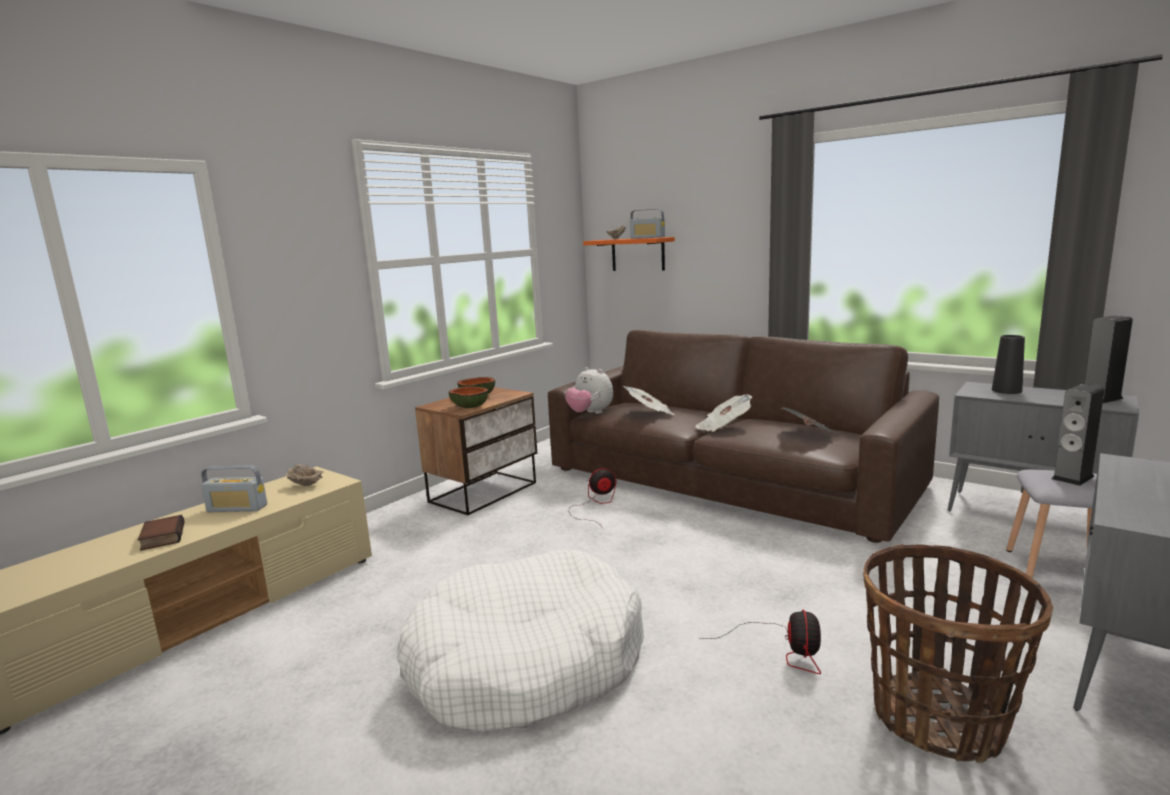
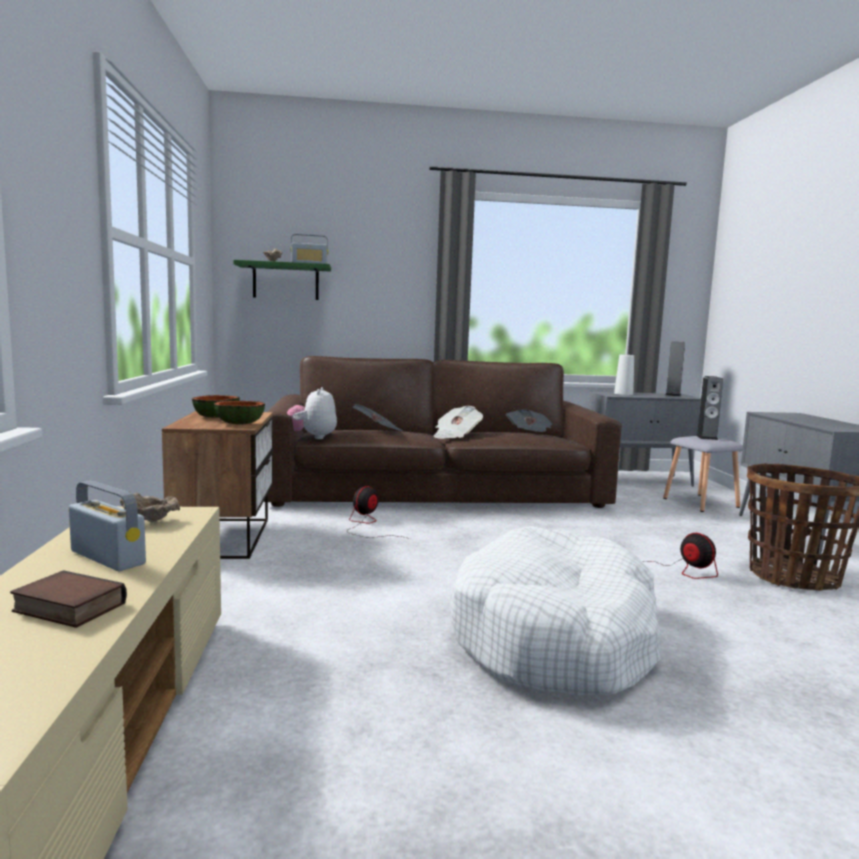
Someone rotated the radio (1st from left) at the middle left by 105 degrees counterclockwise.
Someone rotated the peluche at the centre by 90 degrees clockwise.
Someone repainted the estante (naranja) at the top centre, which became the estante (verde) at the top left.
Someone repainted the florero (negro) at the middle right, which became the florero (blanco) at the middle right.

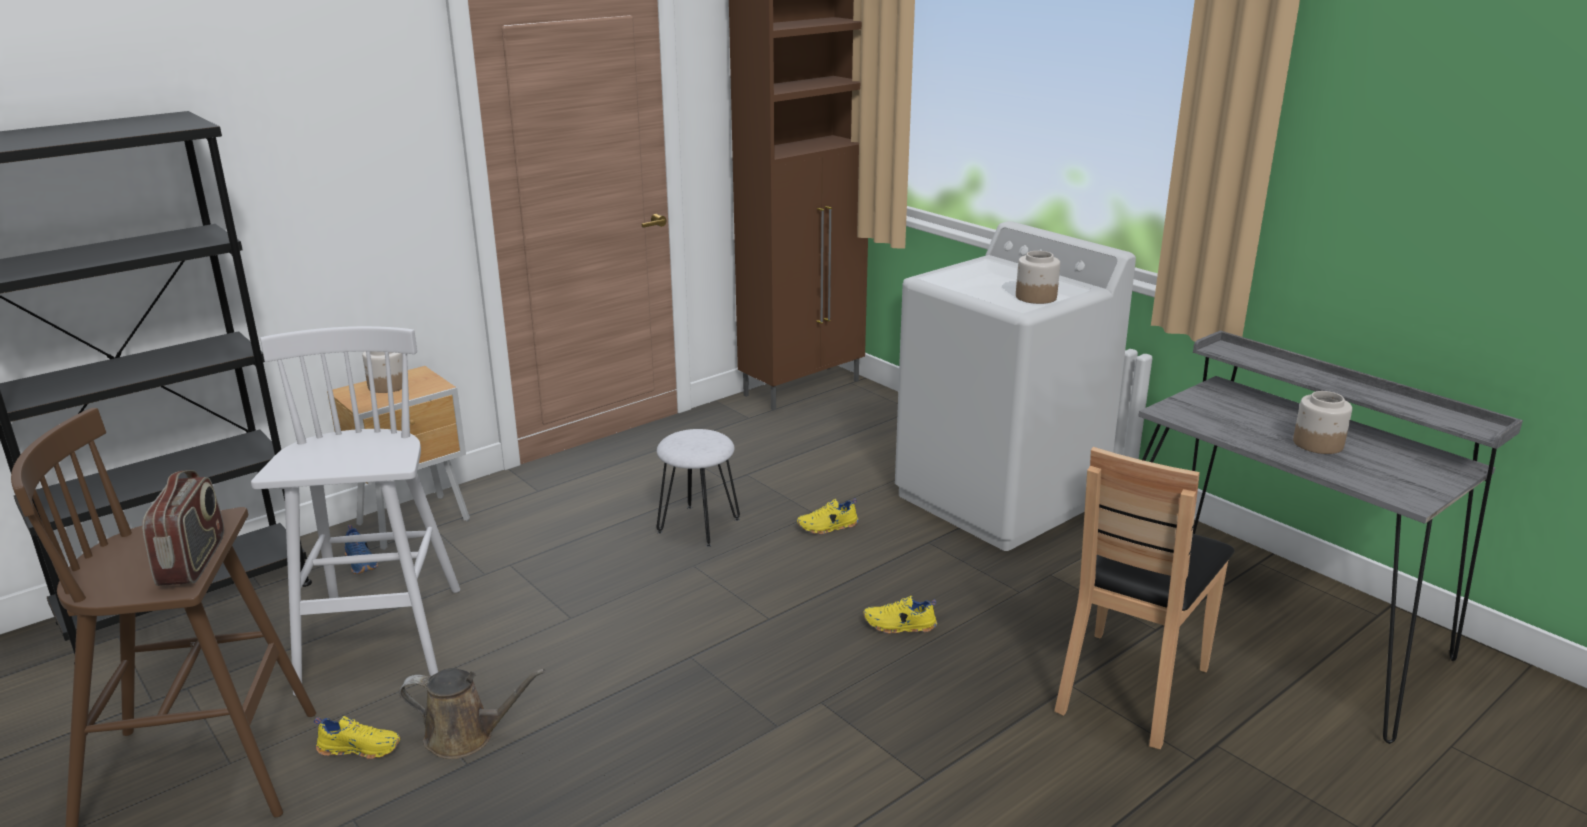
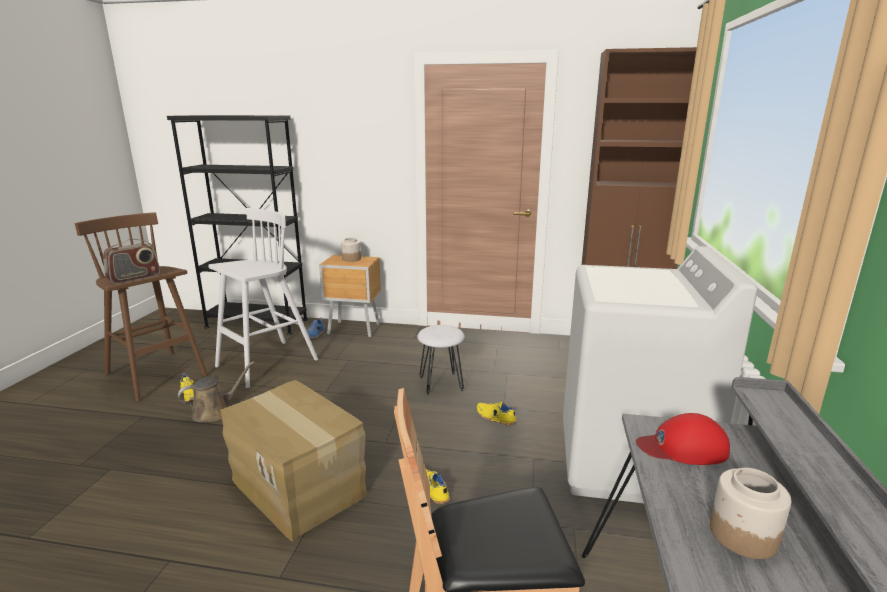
Someone rotated the regadera (marrón) at the bottom left by 90 degrees counterclockwise.
Someone took away the tarro (2nd from left) at the centre.
Someone put down the caja de cartón at the bottom left.
Someone put down the gorra (rojo) at the bottom right.

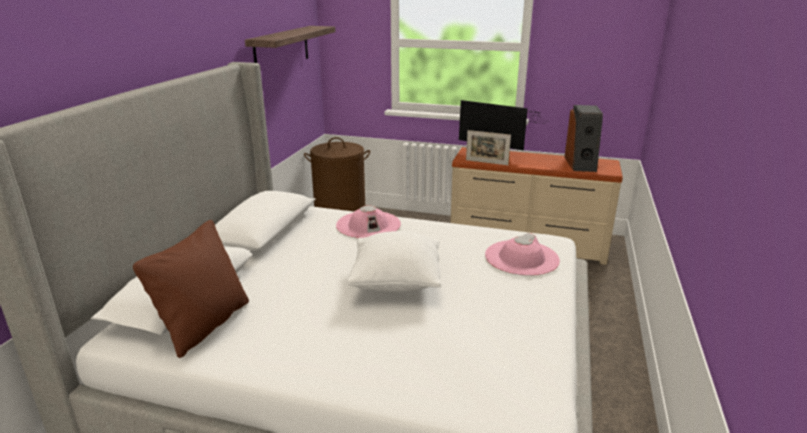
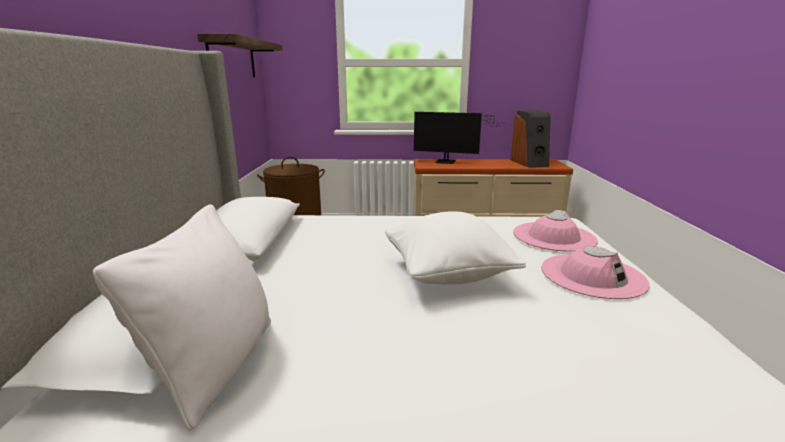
Someone repainted the cojín (marrón) at the bottom left, which became the cojín (blanco) (1st from left) at the bottom left.
Someone carried the sombrero (rosa) (1st from left in the first image) from the centre to the middle right.
Someone took away the portarretratos at the centre.

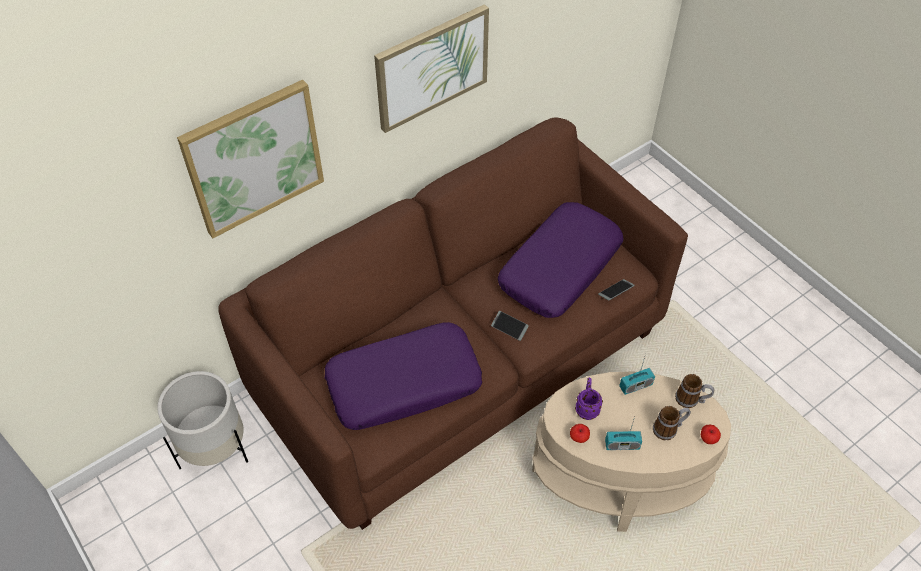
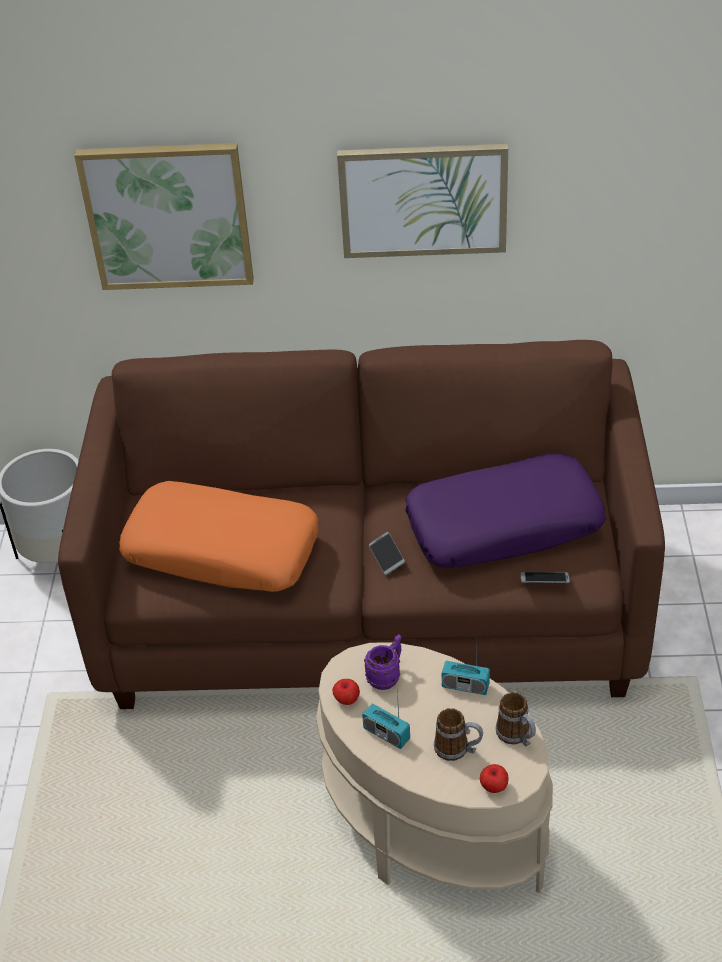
Someone repainted the cojín (morado) (1st from left) at the centre, which became the cojín (naranja) at the middle left.

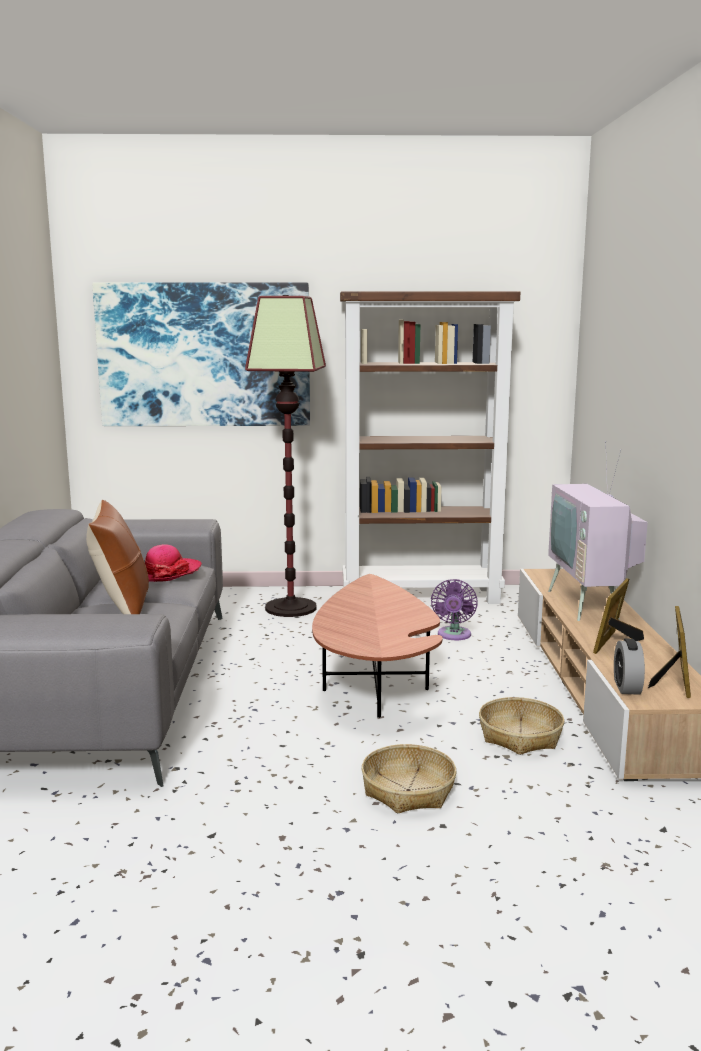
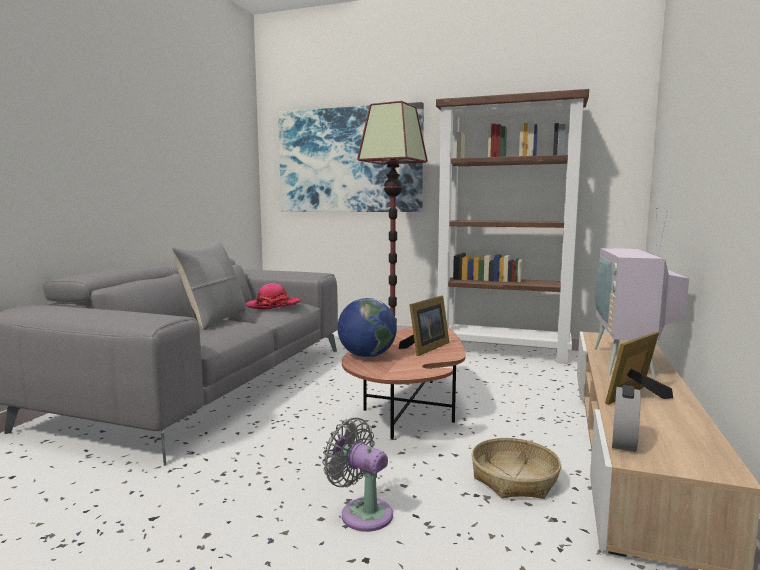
Someone repainted the cojín (marrón) at the middle left, which became the cojín (gris) at the middle left.
Someone swapped the cesta (1st from left) at the bottom centre for the ventilador (gris) at the bottom centre.
Someone took away the ventilador (morado) at the centre.
Someone carried the portarretratos (2nd from left in the first image) from the middle right to the centre.
Someone put down the globo terráqueo at the centre.

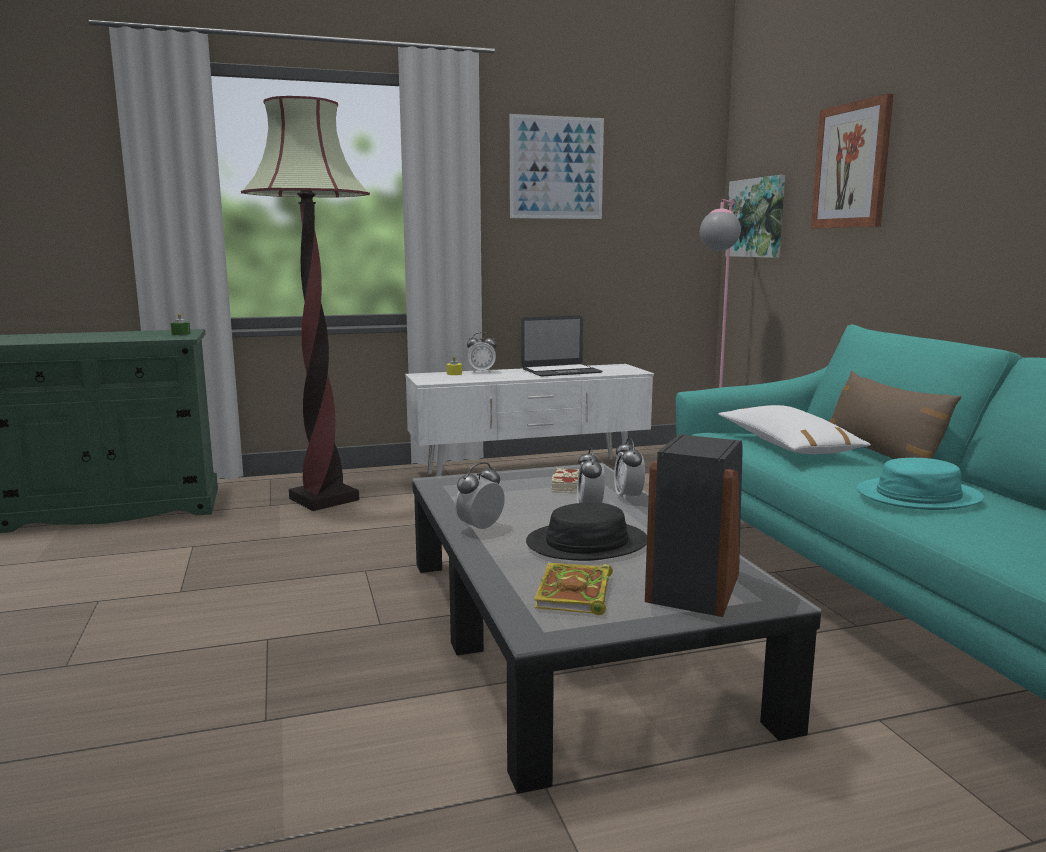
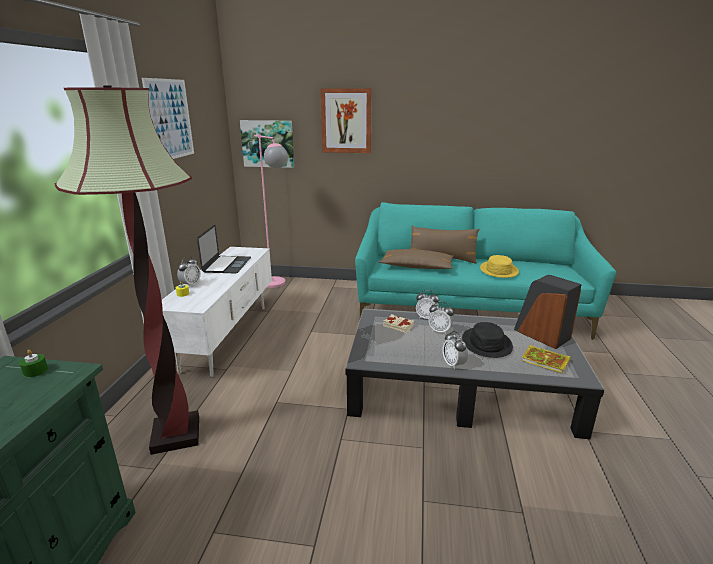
Someone repainted the cojín (blanco) at the middle right, which became the cojín (marrón) (1st from left) at the centre.
Someone repainted the sombrero (turquesa) at the middle right, which became the sombrero (amarillo) at the middle right.

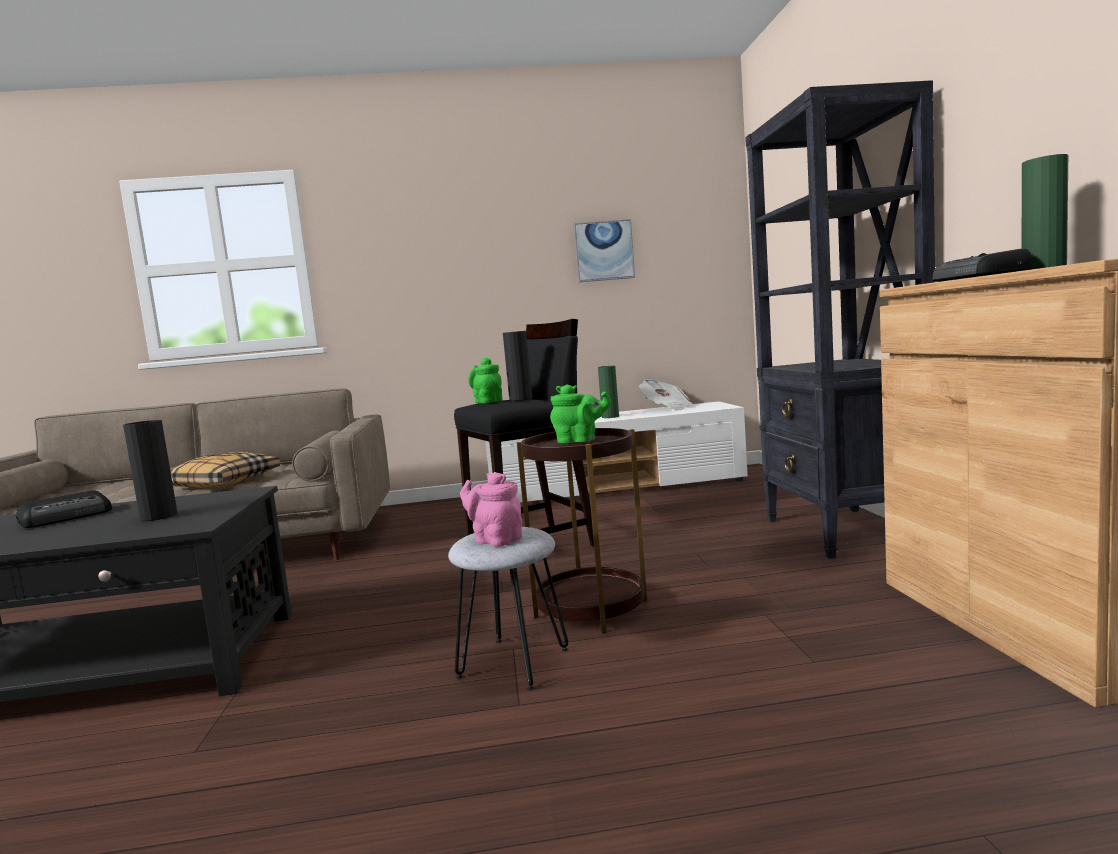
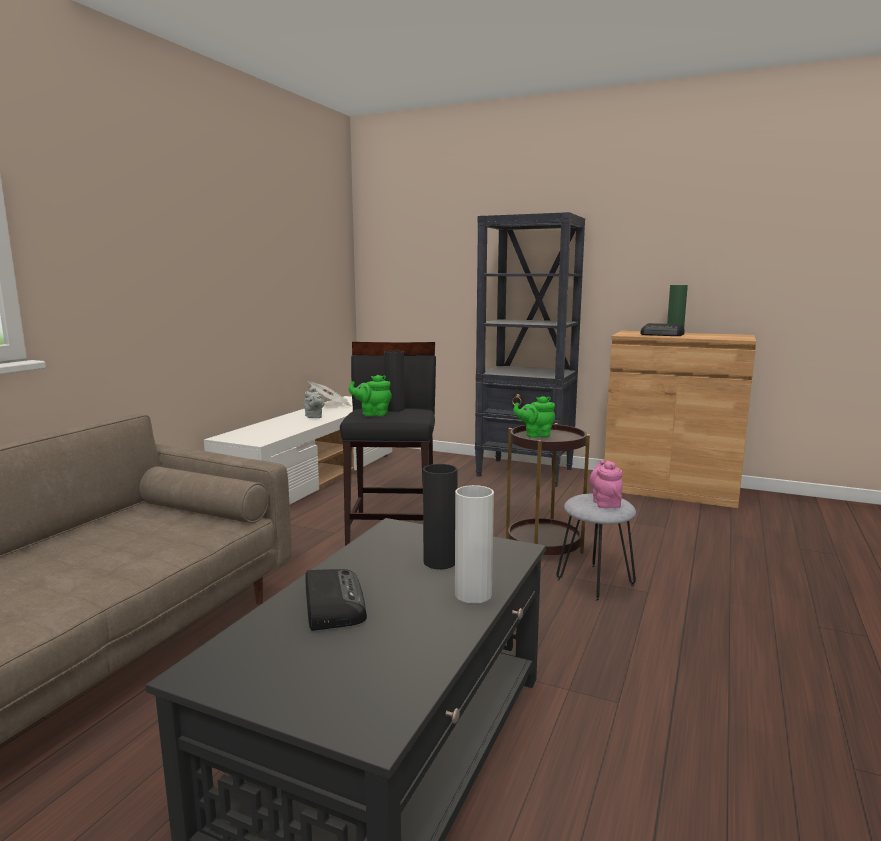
Someone took away the cojín at the middle left.
Someone rotated the tetera (rosa) at the centre by 105 degrees clockwise.
Someone rotated the tetera (verde) (2nd from left) at the centre by 135 degrees counterclockwise.
Someone took away the cuadro at the top centre.
Someone swapped the florero (verde) (1st from left) at the centre for the tetera (gris) at the centre.
Someone put down the florero (blanco) at the centre.

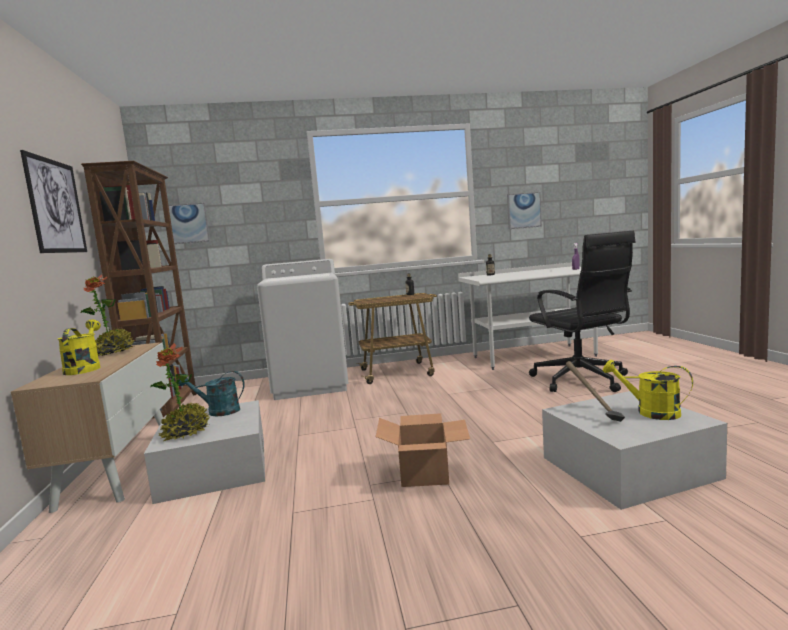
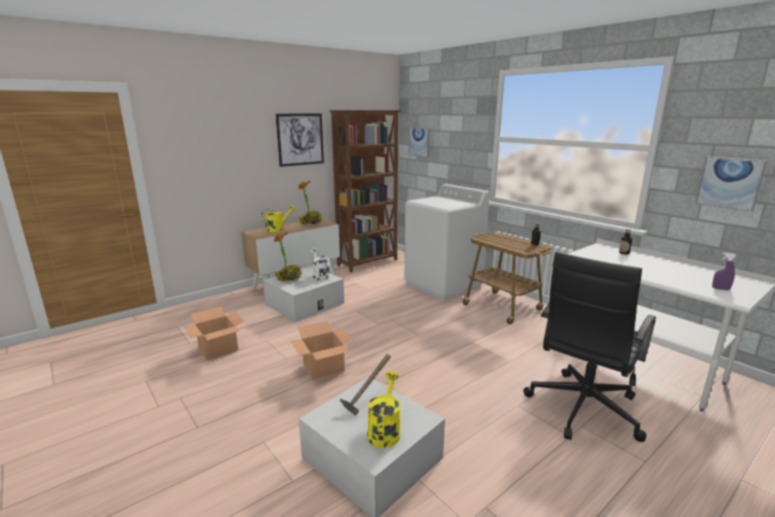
Someone repainted the regadera (turquesa) at the middle left, which became the regadera (blanco) at the centre.
Someone put down the caja de cartón (1st from left) at the middle left.

